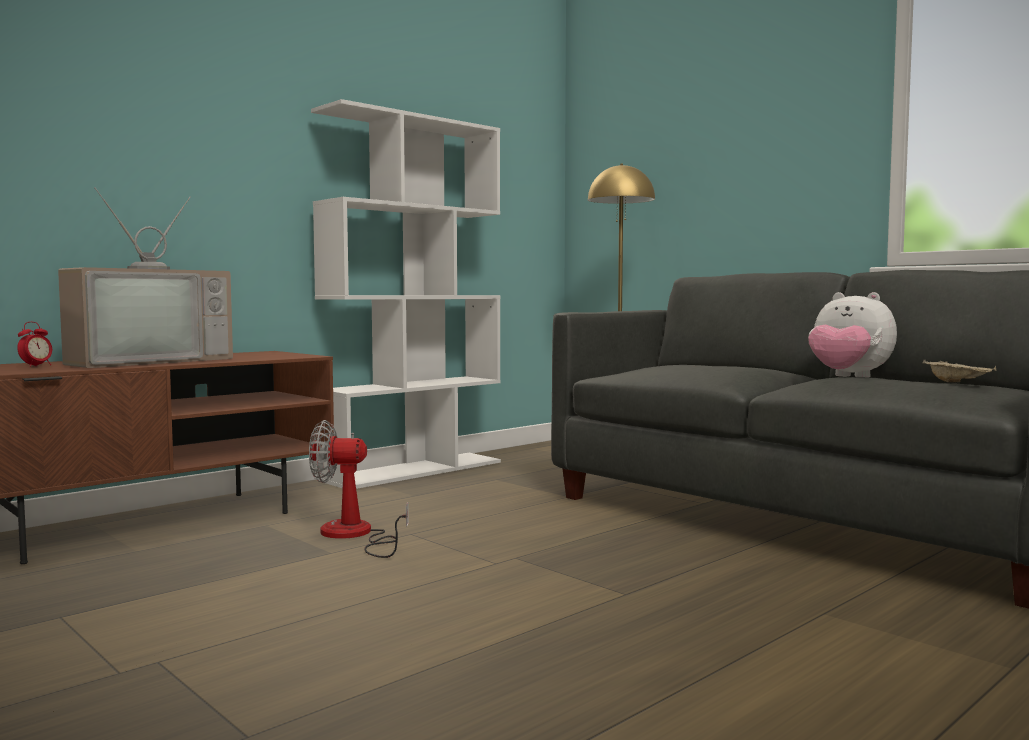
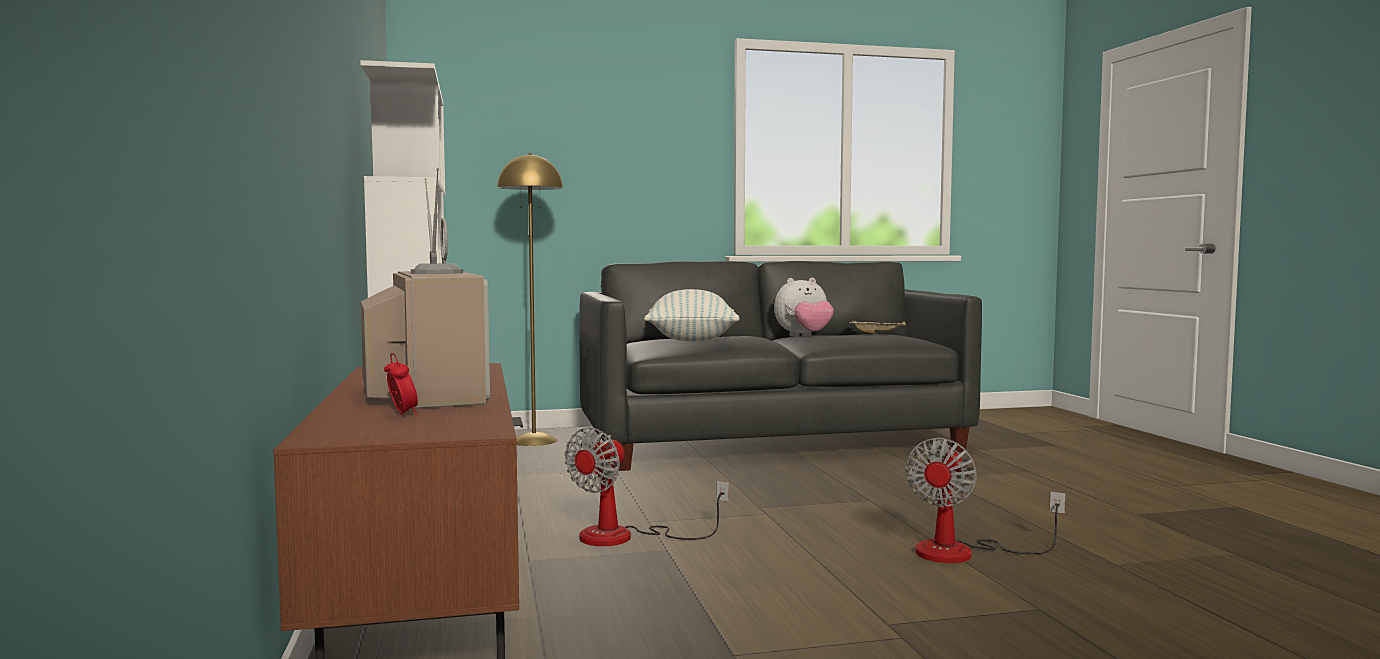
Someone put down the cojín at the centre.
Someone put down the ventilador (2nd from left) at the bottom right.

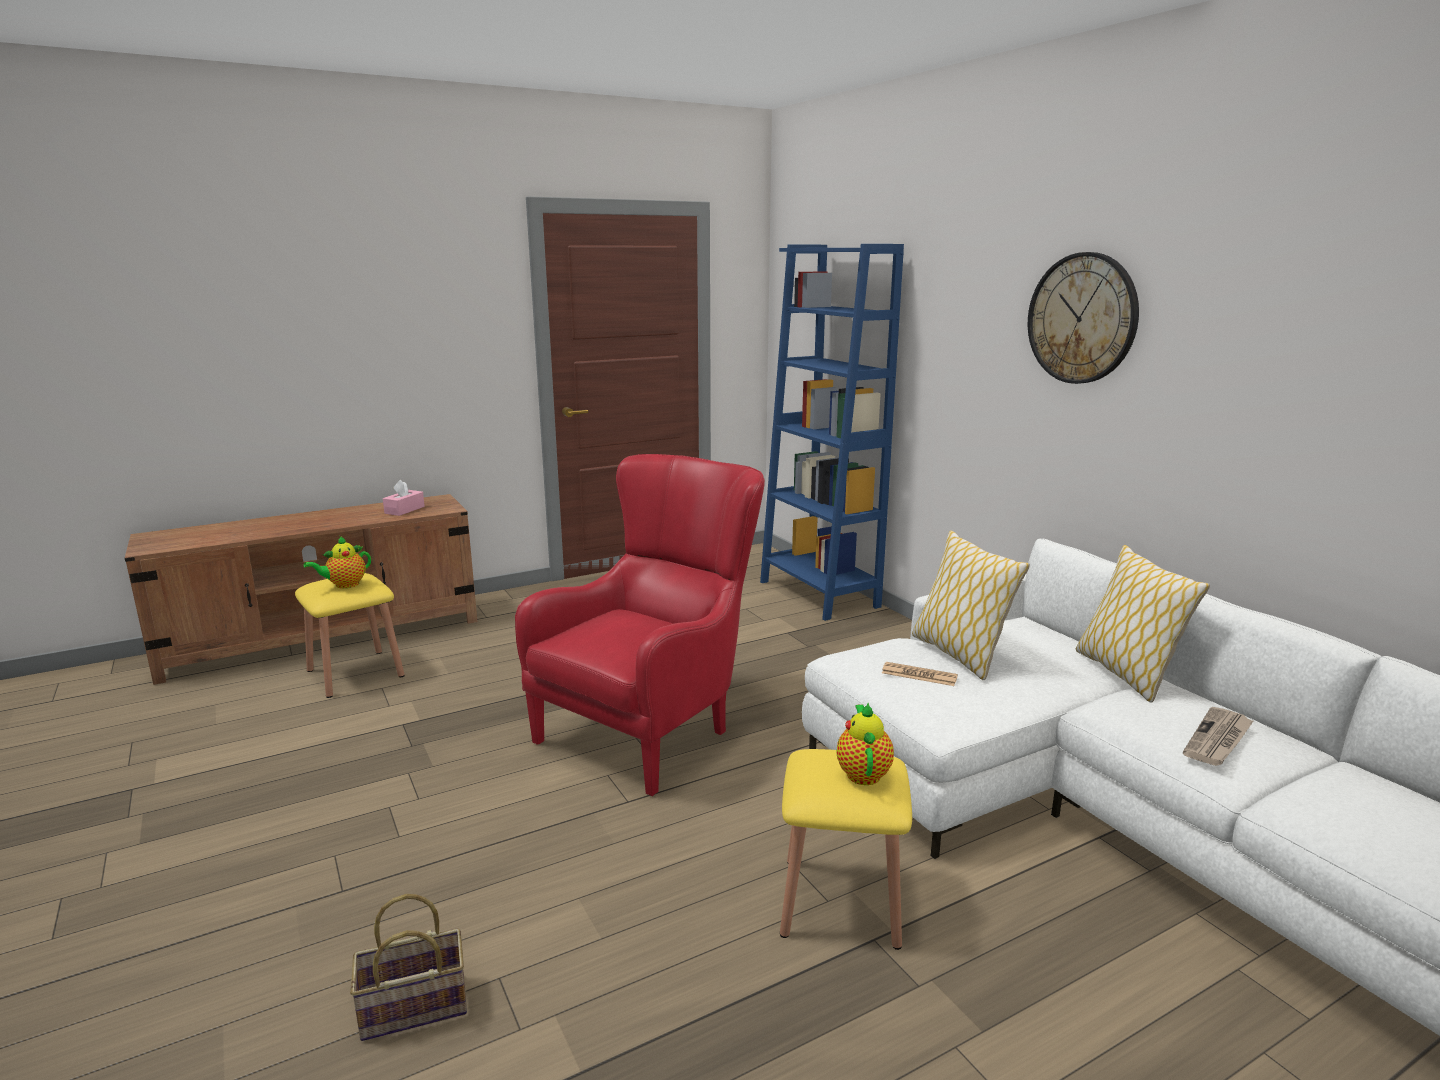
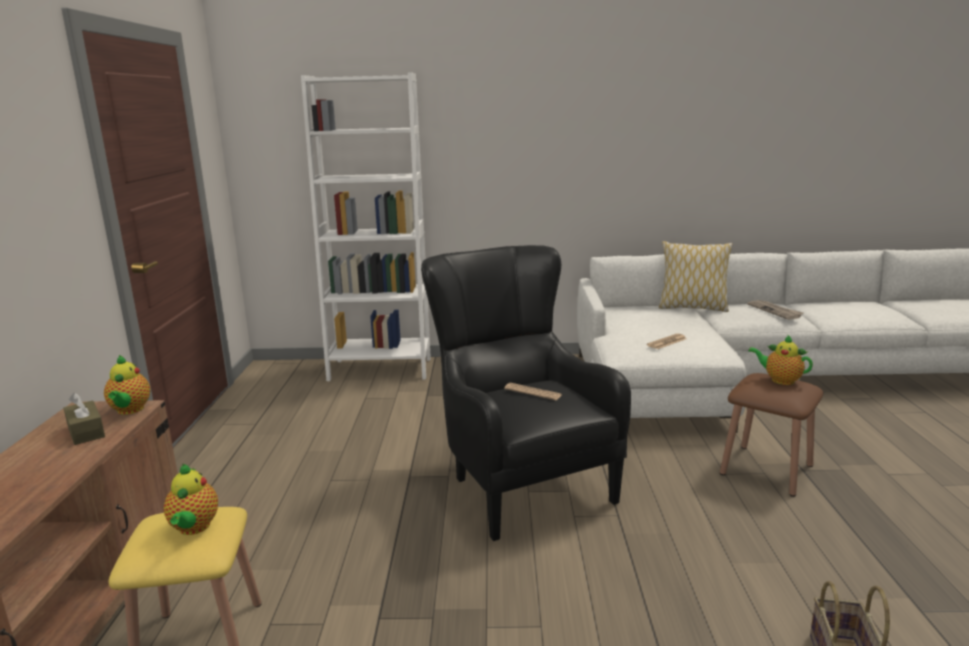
Someone repainted the caja de pañuelos (rosa) at the middle left, which became the caja de pañuelos (marrón) at the middle left.
Someone repainted the sillón (rojo) at the centre, which became the sillón (negro) at the centre.
Someone repainted the estantería (azul) at the centre, which became the estantería (blanco) at the centre.
Someone repainted the taburete (amarillo) (2nd from left) at the bottom centre, which became the taburete (marrón) at the bottom right.
Someone took away the cojín (1st from left) at the middle right.
Someone took away the reloj de pared at the top right.
Someone put down the tetera (1st from left) at the middle left.
Someone put down the periódico (1st from left) at the centre.

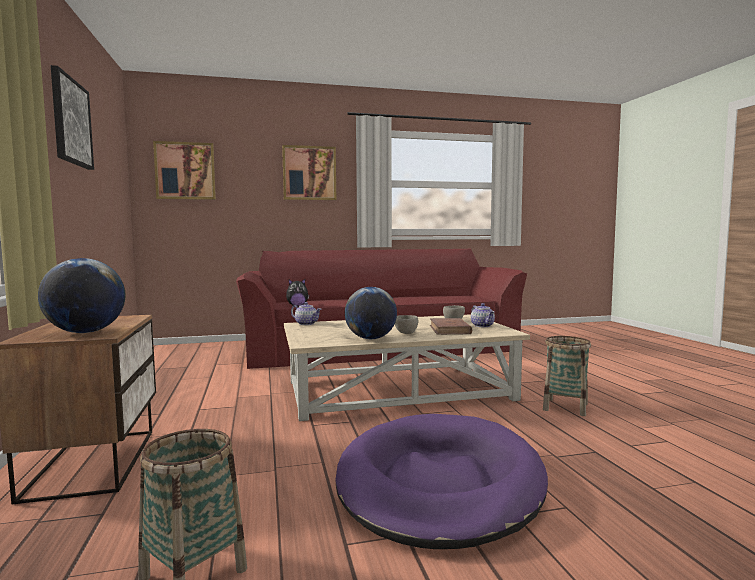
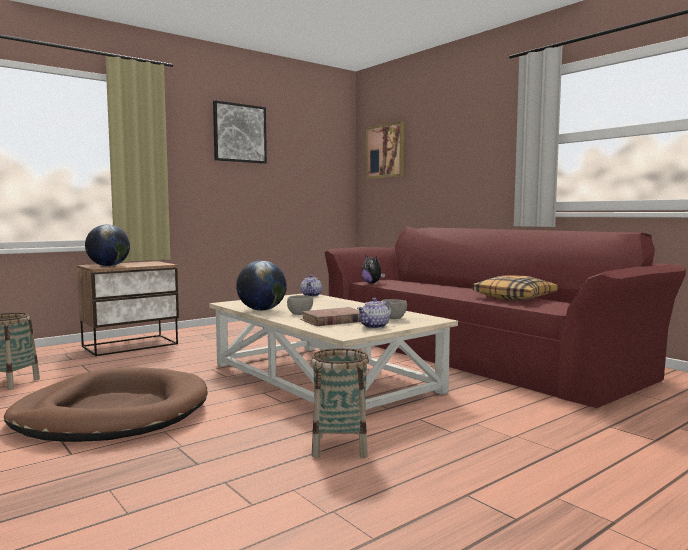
Someone took away the cuadro (3rd from left) at the top centre.
Someone repainted the cama para perro (morado) at the bottom centre, which became the cama para perro (marrón) at the bottom left.
Someone put down the cojín at the middle right.

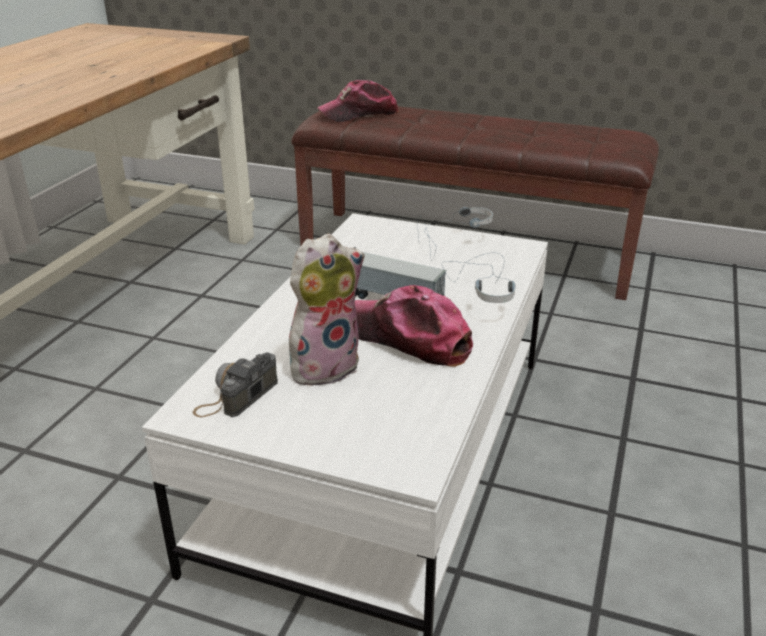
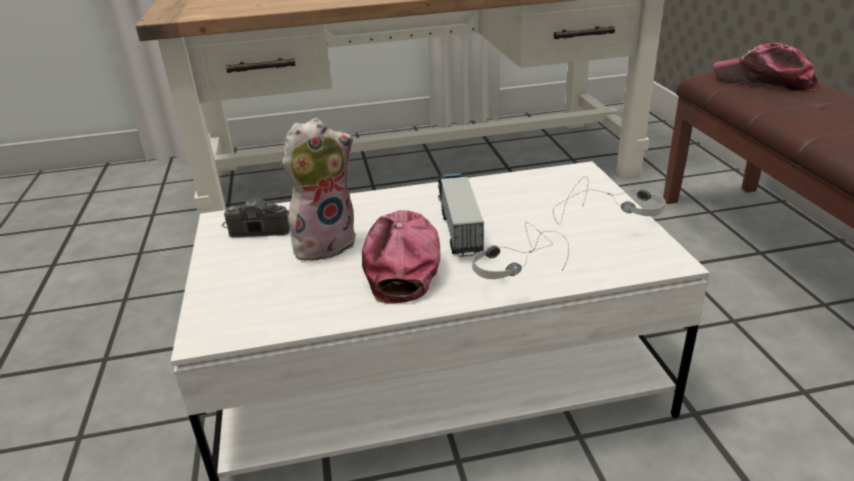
Someone rotated the peluche at the centre by 60 degrees counterclockwise.

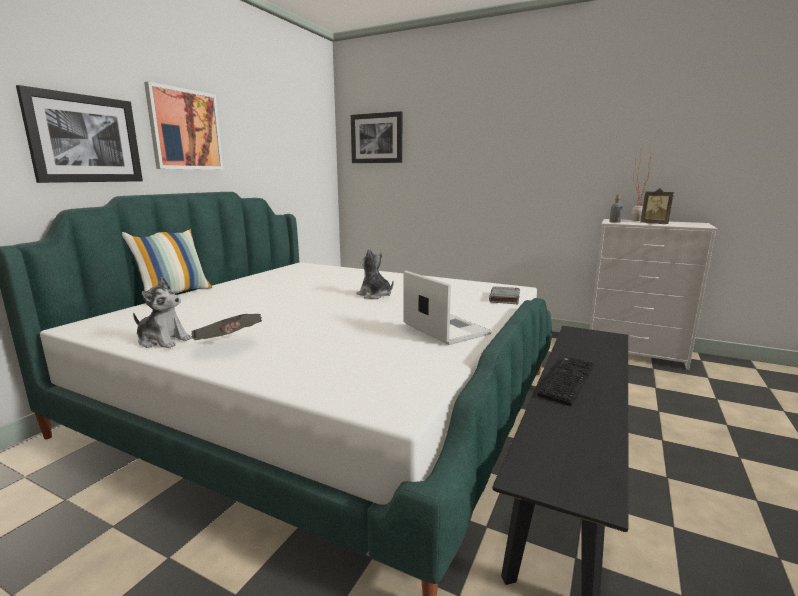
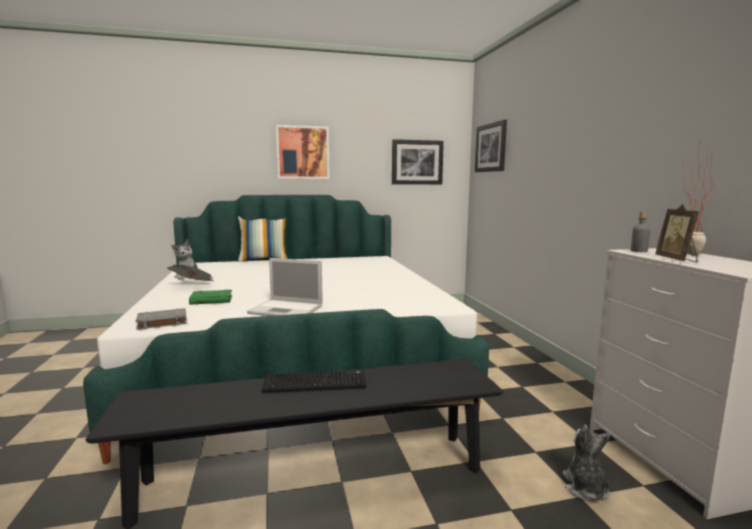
Someone carried the cuadro (1st from left in the first image) from the top left to the top centre.
Someone carried the peluche (2nd from left) from the centre to the bottom right.
Someone rotated the portátil at the centre by 90 degrees clockwise.
Someone carried the libro (gris) from the centre to the middle left.
Someone put down the libro (verde) at the middle left.

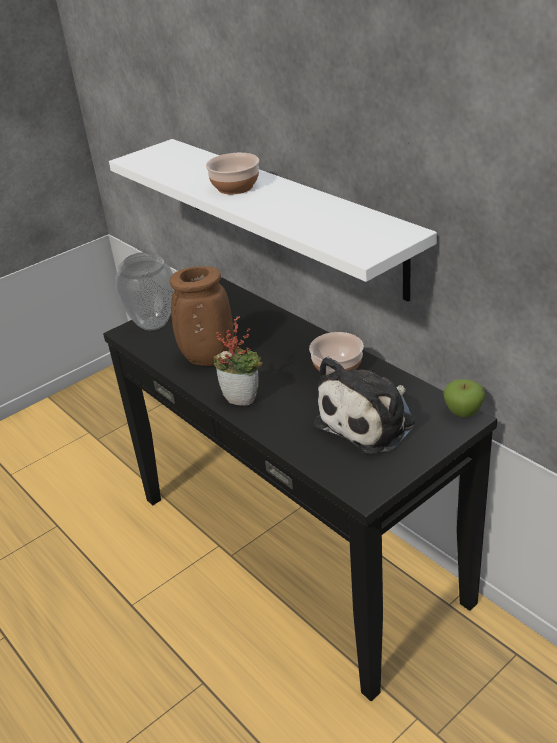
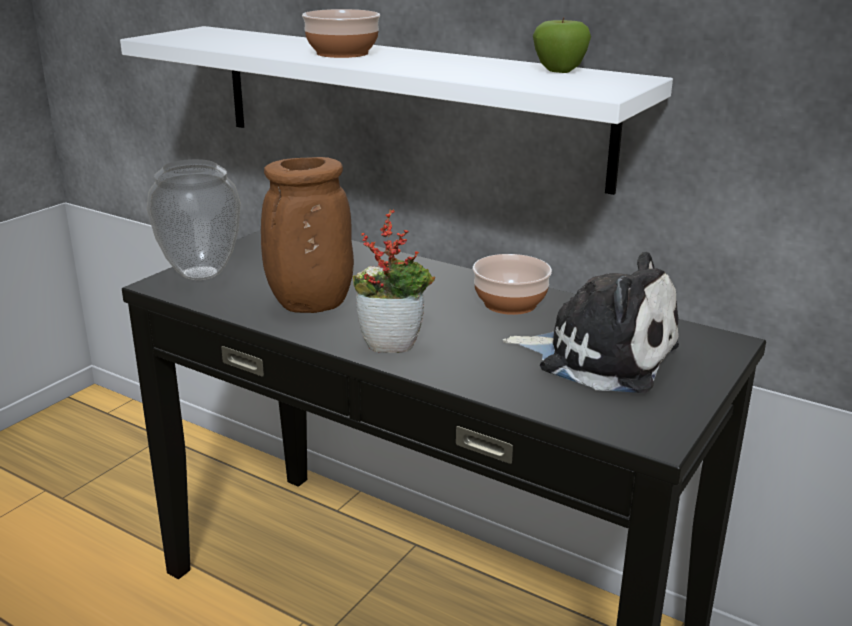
Someone rotated the peluche at the centre by 90 degrees counterclockwise.
Someone carried the manzana from the middle right to the top centre.

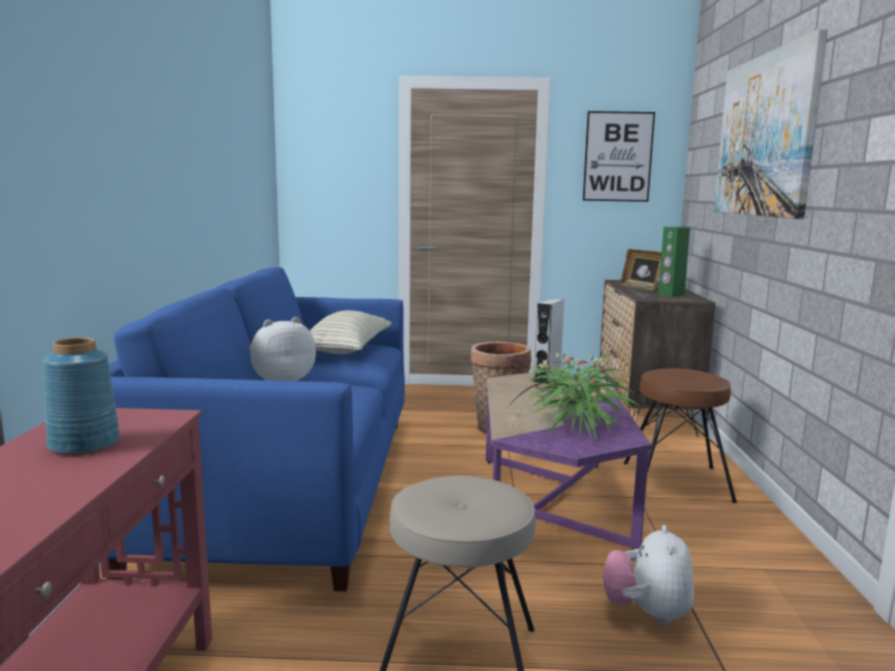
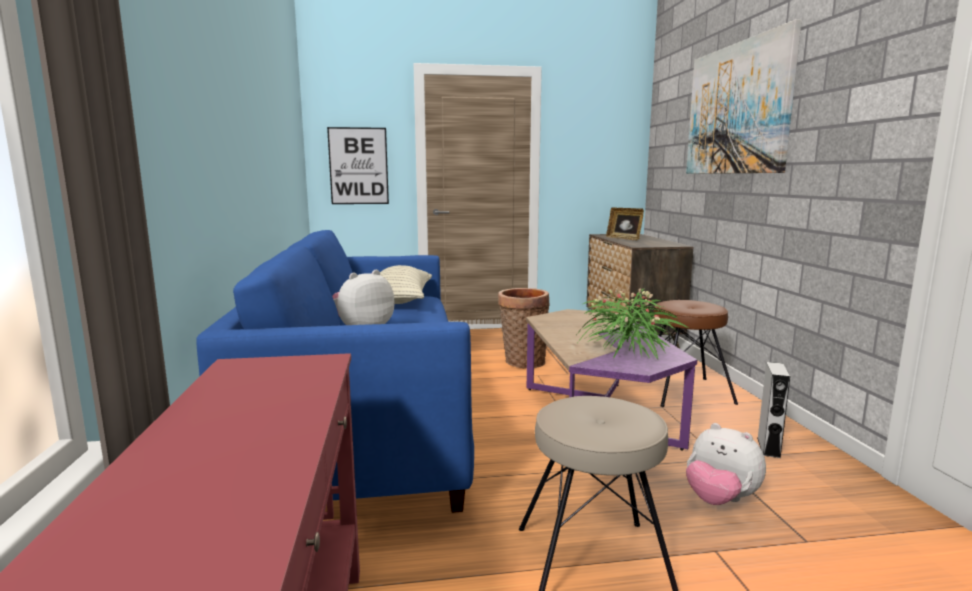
Someone took away the florero (azul) at the middle left.
Someone carried the altavoz (gris) from the centre to the bottom right.
Someone carried the cuadro (1st from left) from the top right to the top centre.
Someone rotated the peluche (2nd from left) at the bottom right by 45 degrees counterclockwise.
Someone took away the altavoz (verde) at the middle right.

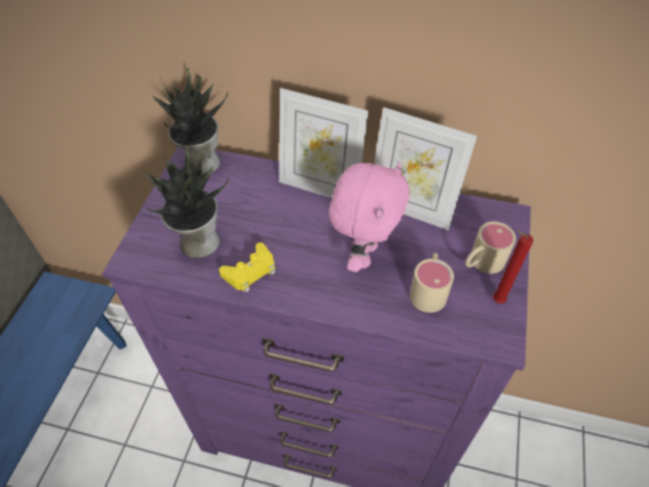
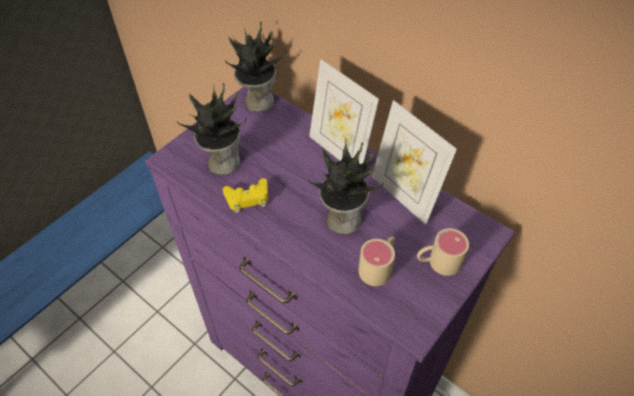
Someone swapped the peluche (rosa) at the centre for the planta en maceta (3rd from left) at the centre.
Someone took away the vela (rojo) at the middle right.

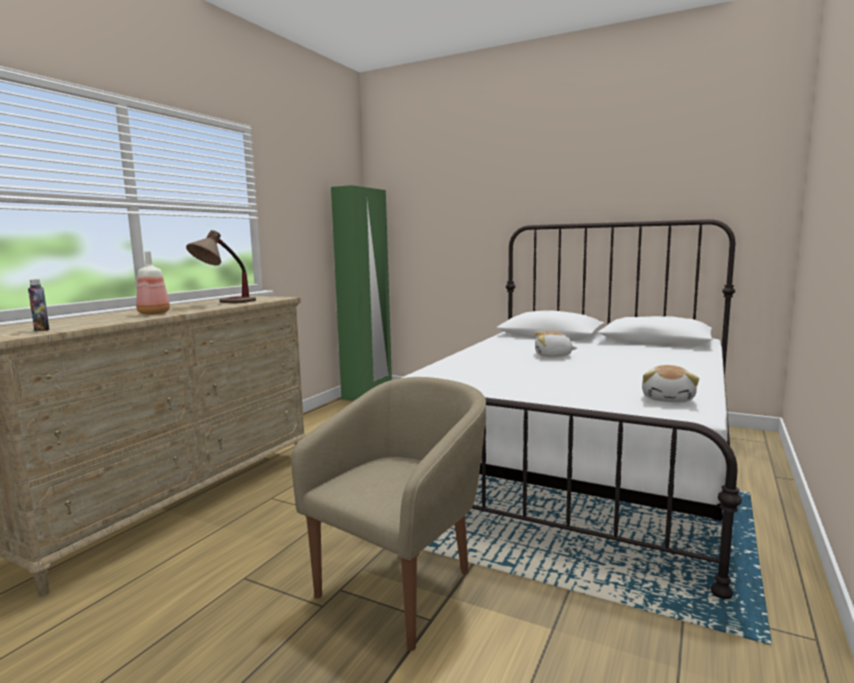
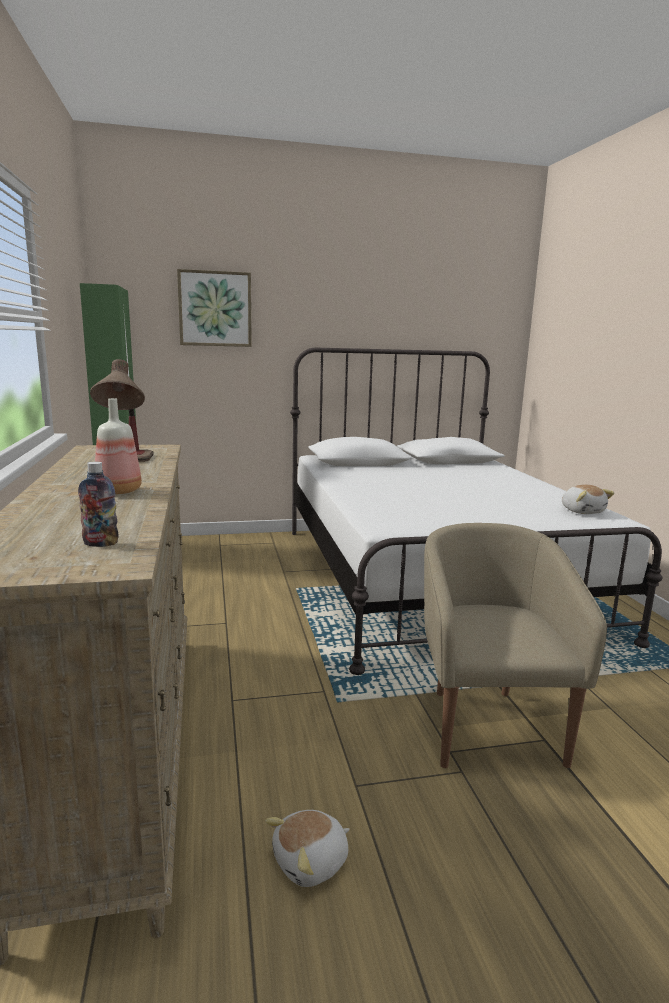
Someone carried the peluche (1st from left) from the centre to the bottom centre.
Someone put up the cuadro at the top left.

